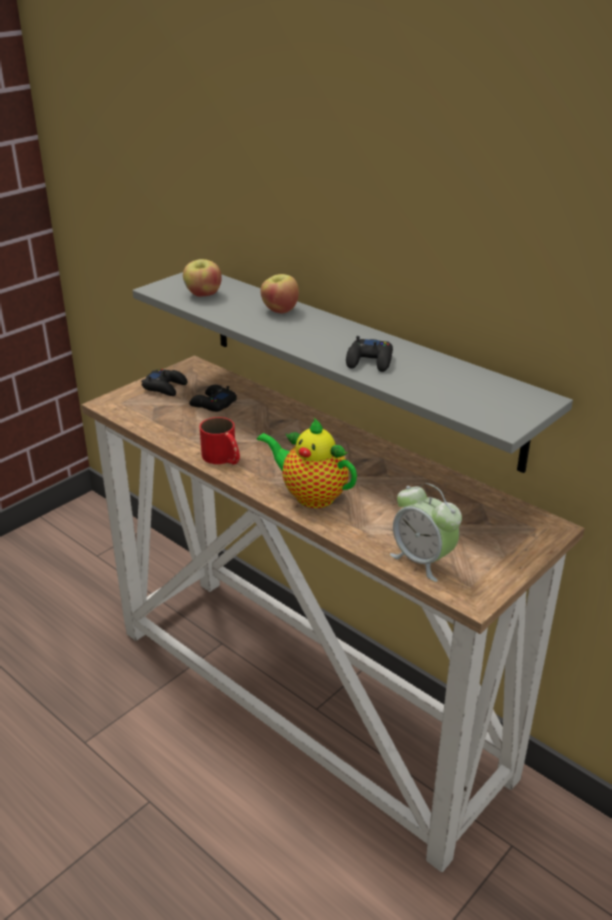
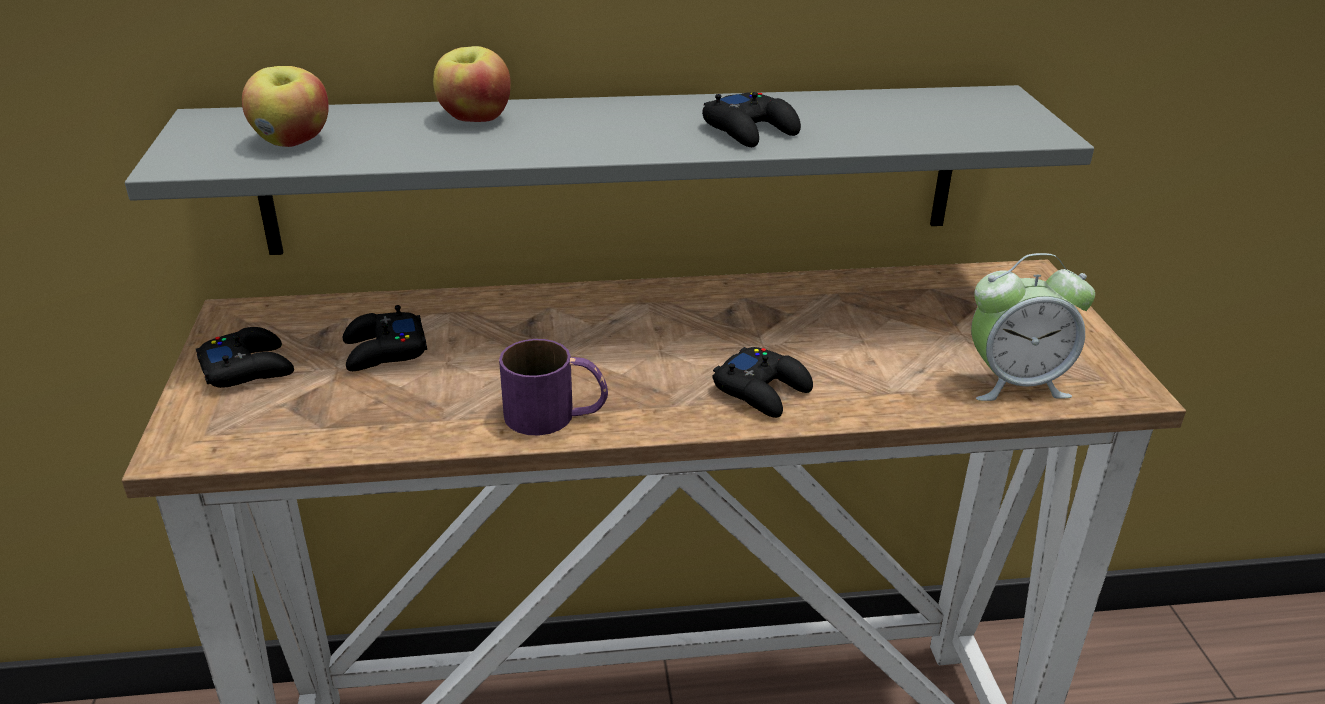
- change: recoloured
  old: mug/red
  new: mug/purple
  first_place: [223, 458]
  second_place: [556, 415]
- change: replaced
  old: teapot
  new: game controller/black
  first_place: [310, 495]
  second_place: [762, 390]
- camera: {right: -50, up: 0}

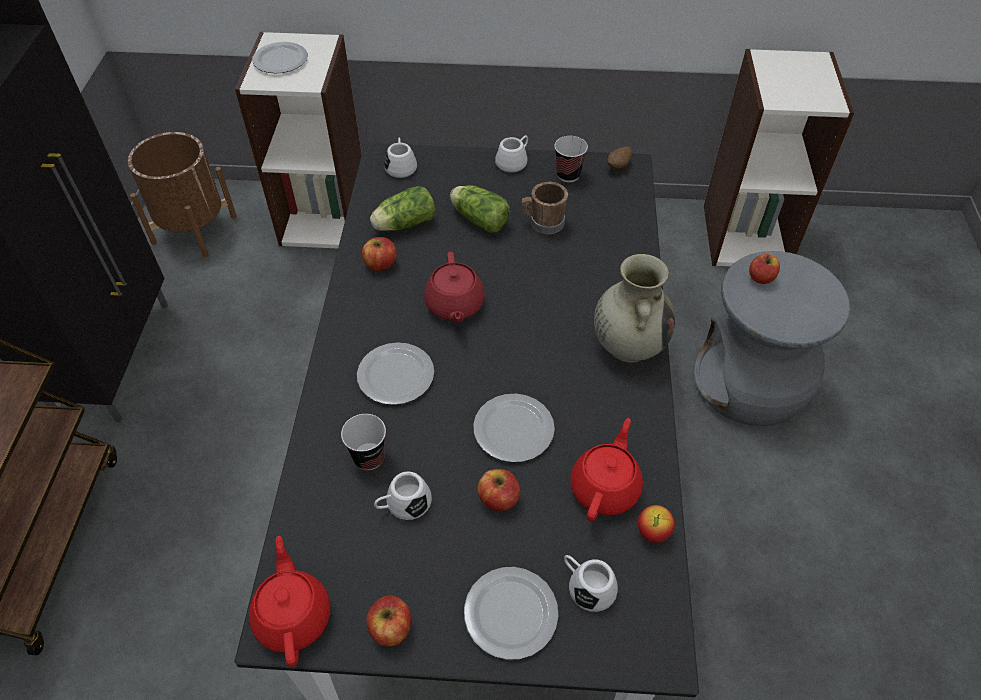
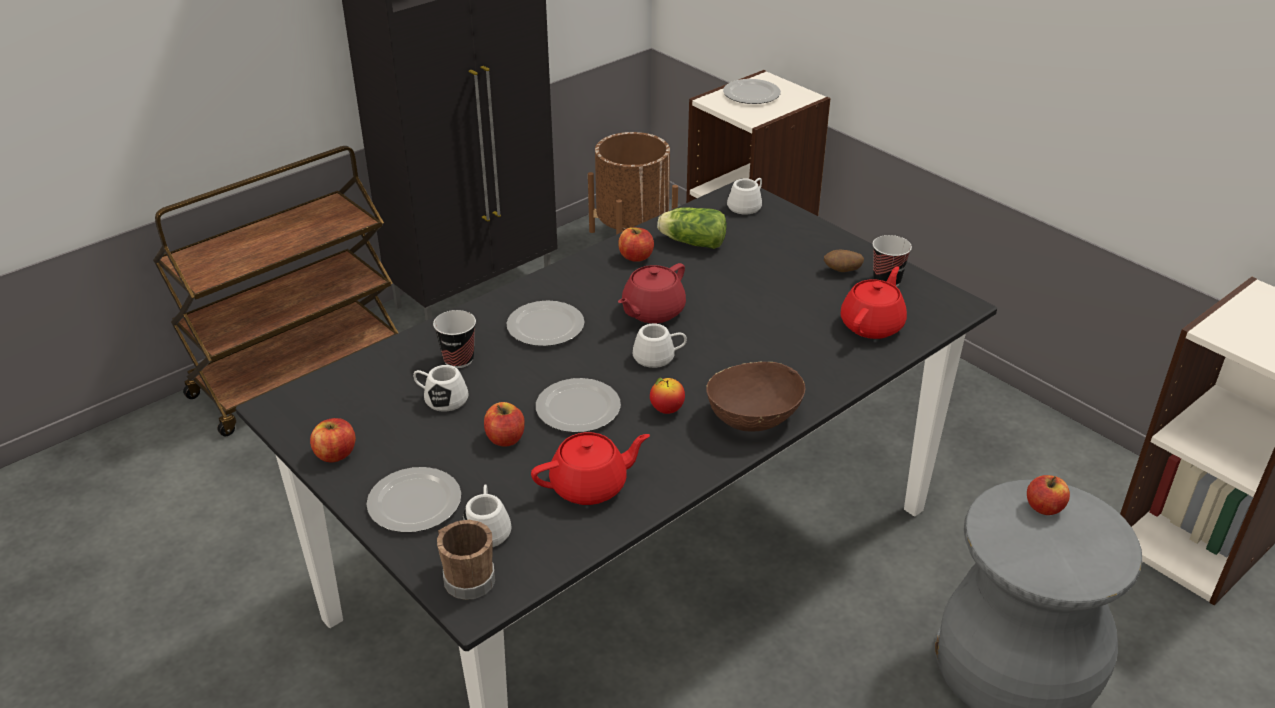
- change: moved
  old: teapot/red
  first_place: [293, 615]
  second_place: [872, 325]
- change: removed
  old: lettuce
  first_place: [478, 218]
- change: moved
  old: mug/white
  first_place: [514, 161]
  second_place: [659, 356]
- change: moved
  old: mug/brown
  first_place: [543, 223]
  second_place: [465, 577]
- change: replaced
  old: vase/beige
  new: bowl/brown
  first_place: [628, 345]
  second_place: [753, 417]
- change: moved
  old: potato
  first_place: [618, 166]
  second_place: [842, 271]
- change: moved
  old: apple
  first_place: [652, 532]
  second_place: [667, 410]
- camera: {right: 45, up: -15}

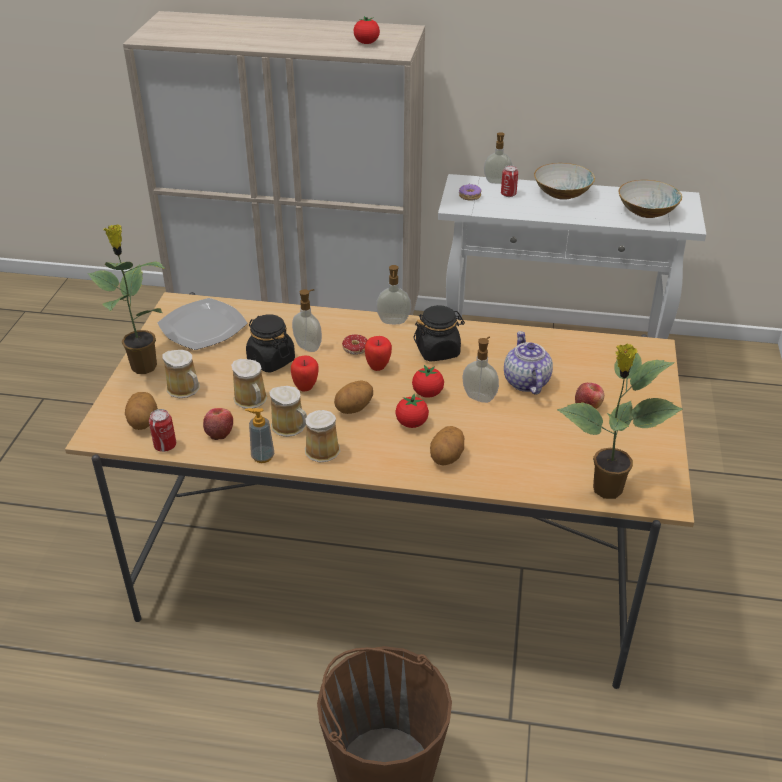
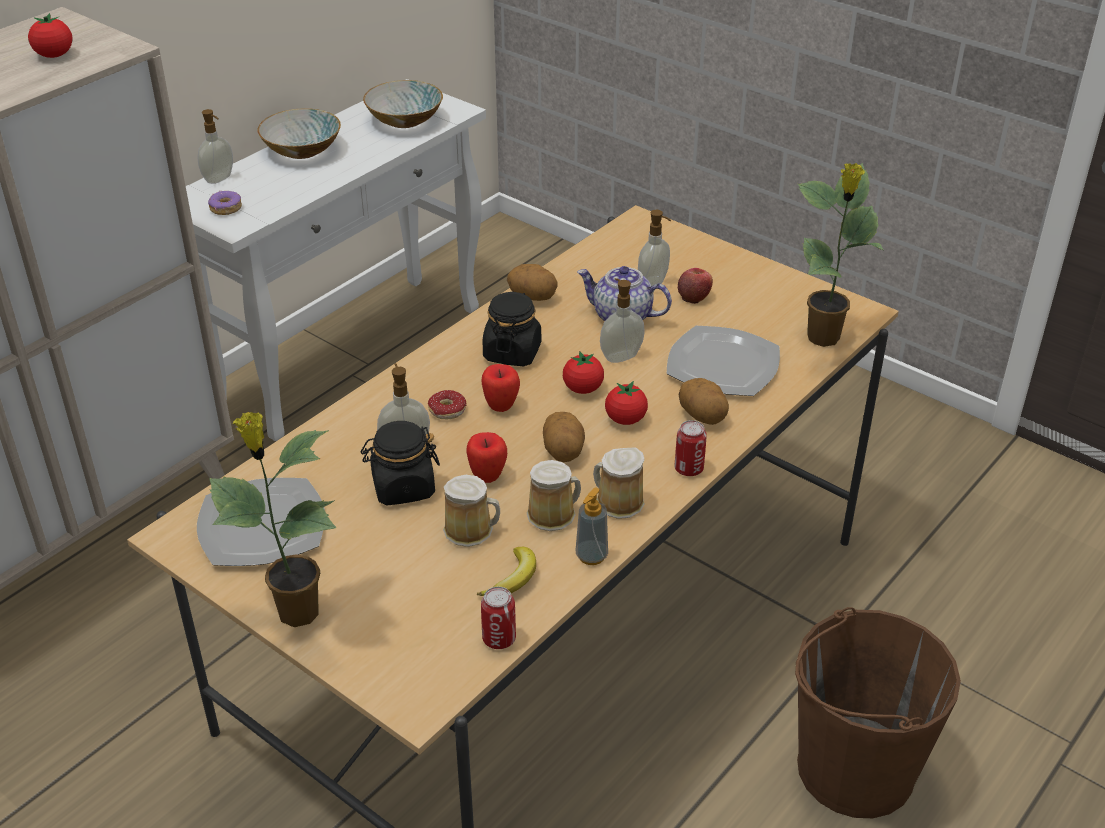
- change: moved
  old: potato
  first_place: [144, 422]
  second_place: [532, 297]
- change: removed
  old: mug
  first_place: [185, 389]
- change: replaced
  old: apple
  new: banana
  first_place: [219, 432]
  second_place: [513, 579]
- change: moved
  old: soap dispenser
  first_place: [393, 322]
  second_place: [654, 284]
- change: moved
  old: can
  first_place: [508, 194]
  second_place: [688, 469]
- change: added
  new: plate
  second_place: [721, 365]
- camera: {right: -60, up: 0}

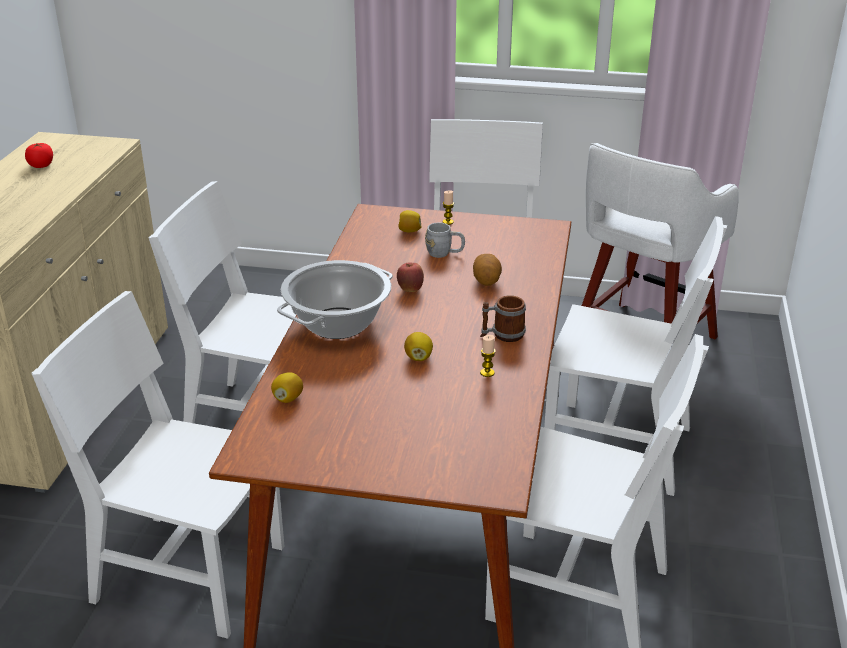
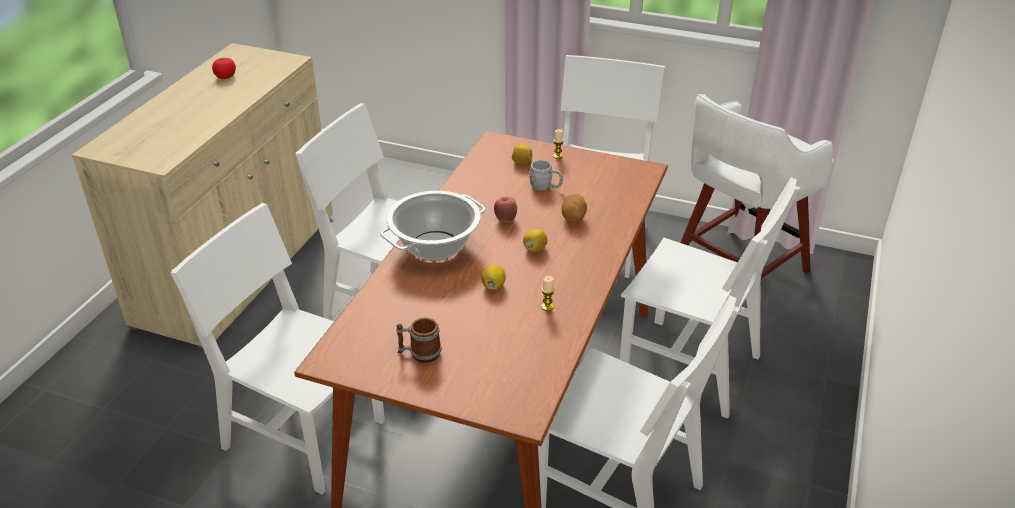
- change: moved
  old: lemon
  first_place: [288, 398]
  second_place: [535, 249]
- change: moved
  old: mug
  first_place: [502, 335]
  second_place: [419, 353]
- camera: {right: 10, up: 5}

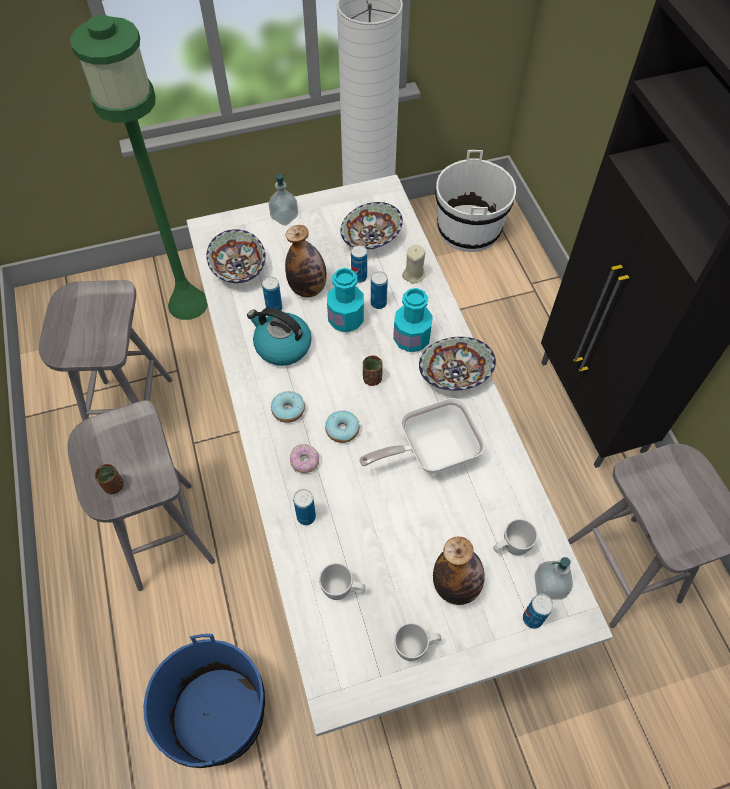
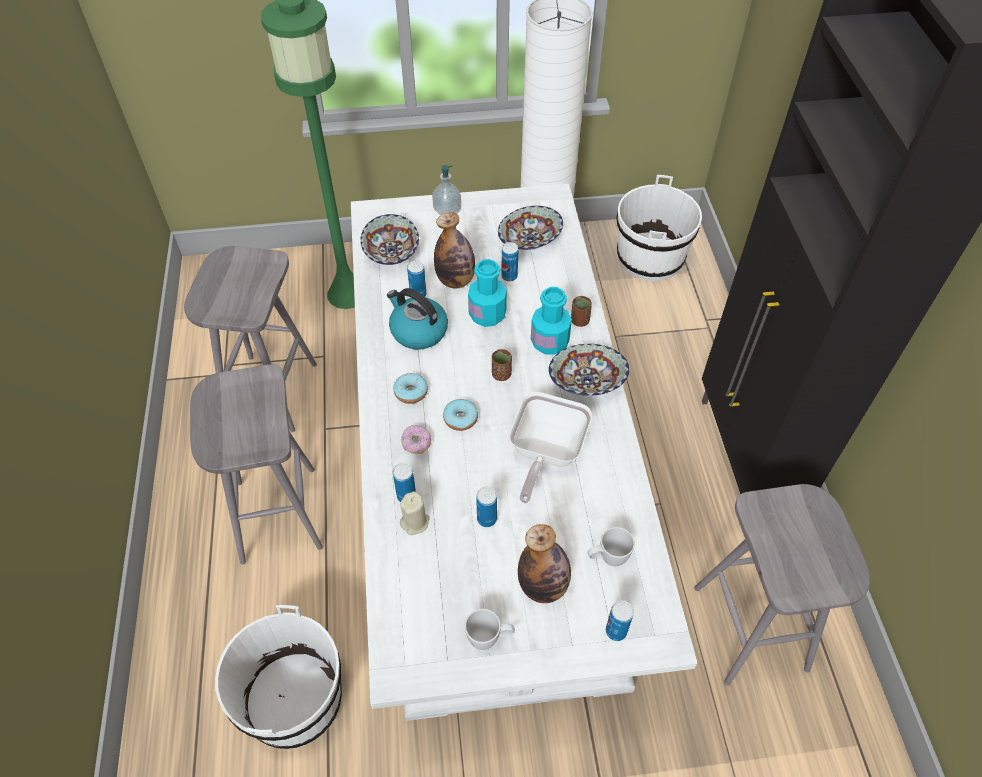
- change: moved
  old: cup/brown
  first_place: [113, 486]
  second_place: [579, 321]
- change: recoloured
  old: bucket/blue
  new: bucket/white
  first_place: [218, 715]
  second_place: [294, 700]
- change: removed
  old: mug/white
  first_place: [343, 590]
- change: turned
  old: frying pan
  first_place: [430, 452]
  second_place: [545, 453]
  degrees: -60
- change: moved
  old: can
  first_place: [378, 303]
  second_place: [486, 519]
- change: moved
  old: candle/beige
  first_place: [413, 274]
  second_place: [415, 522]
- change: removed
  old: soap dispenser
  first_place: [549, 586]
- camera: {right: 10, up: -5}

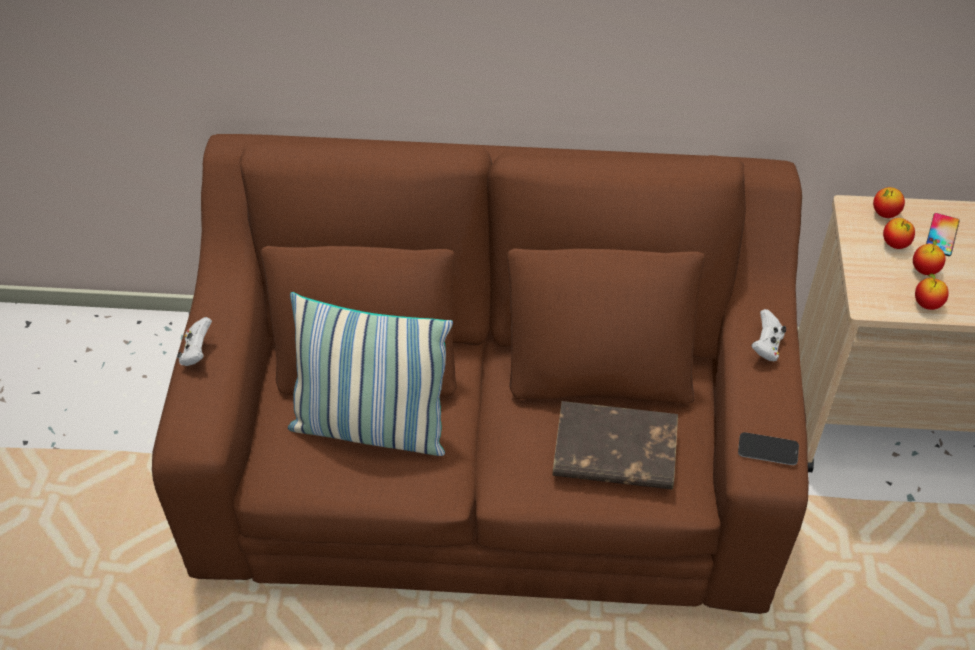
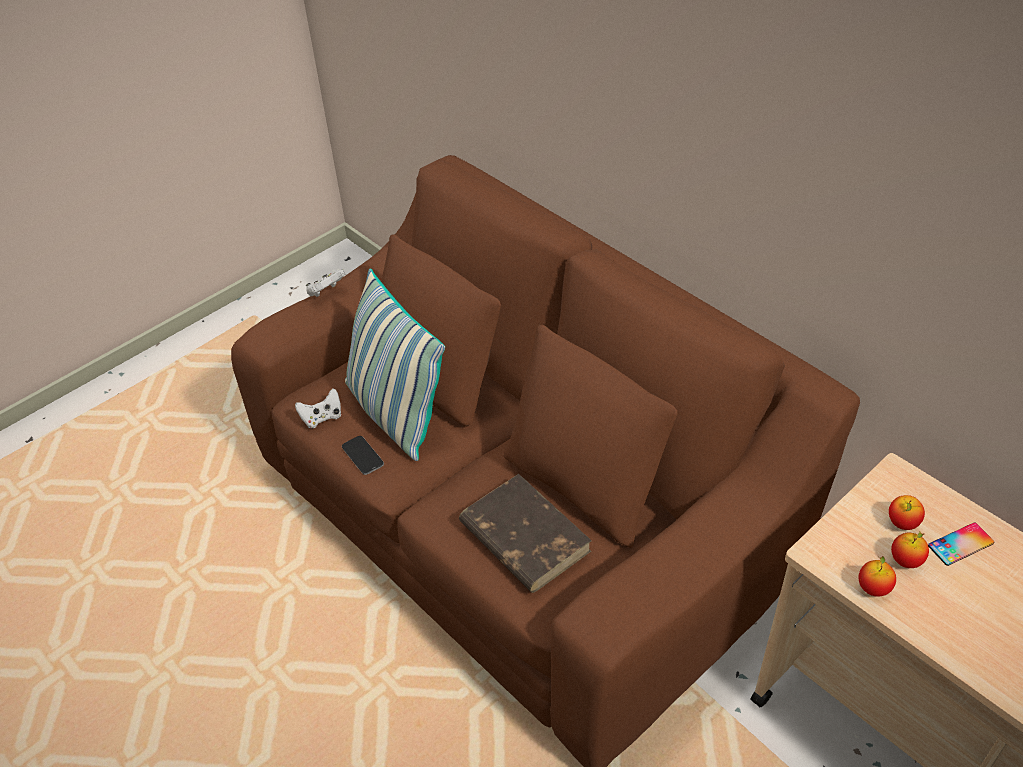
- change: moved
  old: phone
  first_place: [768, 450]
  second_place: [362, 456]
- change: moved
  old: game controller/white
  first_place: [766, 346]
  second_place: [322, 418]
- change: removed
  old: apple
  first_place: [885, 213]
- camera: {right: 45, up: -5}

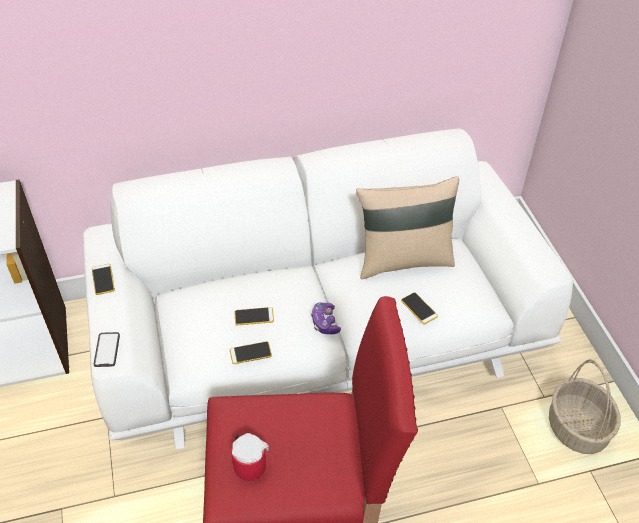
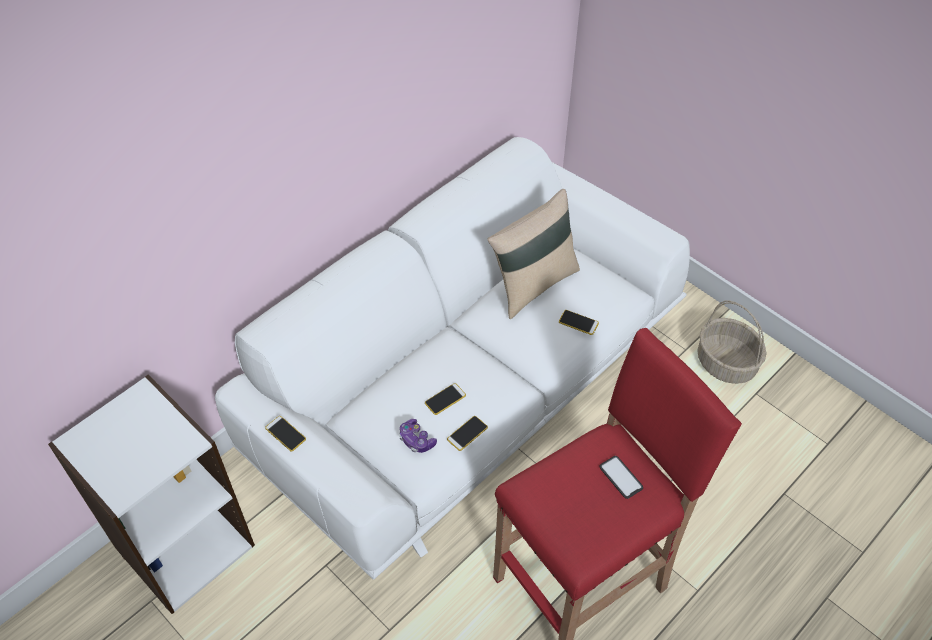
- change: moved
  old: phone
  first_place: [107, 350]
  second_place: [621, 477]
- change: removed
  old: mug
  first_place: [249, 462]
- change: moved
  old: game controller
  first_place: [325, 323]
  second_place: [416, 440]
- camera: {right: -30, up: 5}

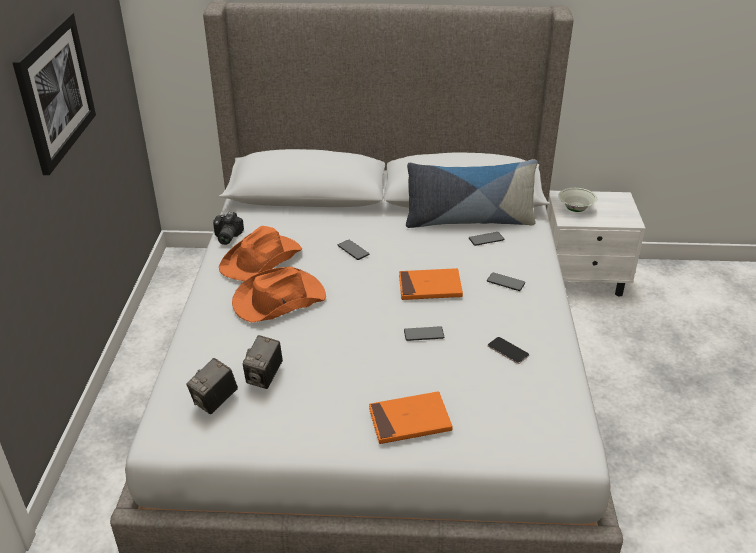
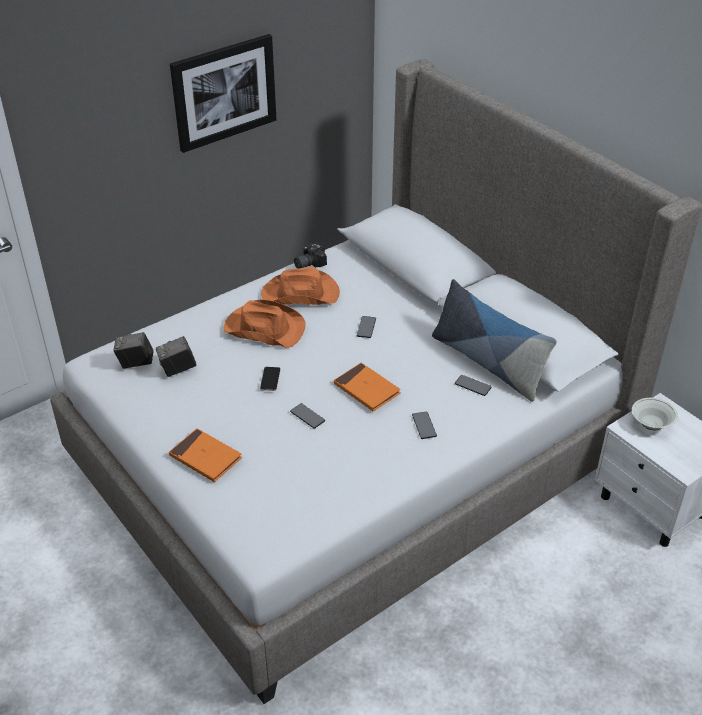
- change: moved
  old: phone
  first_place: [508, 351]
  second_place: [270, 379]
- camera: {right: 50, up: 5}

